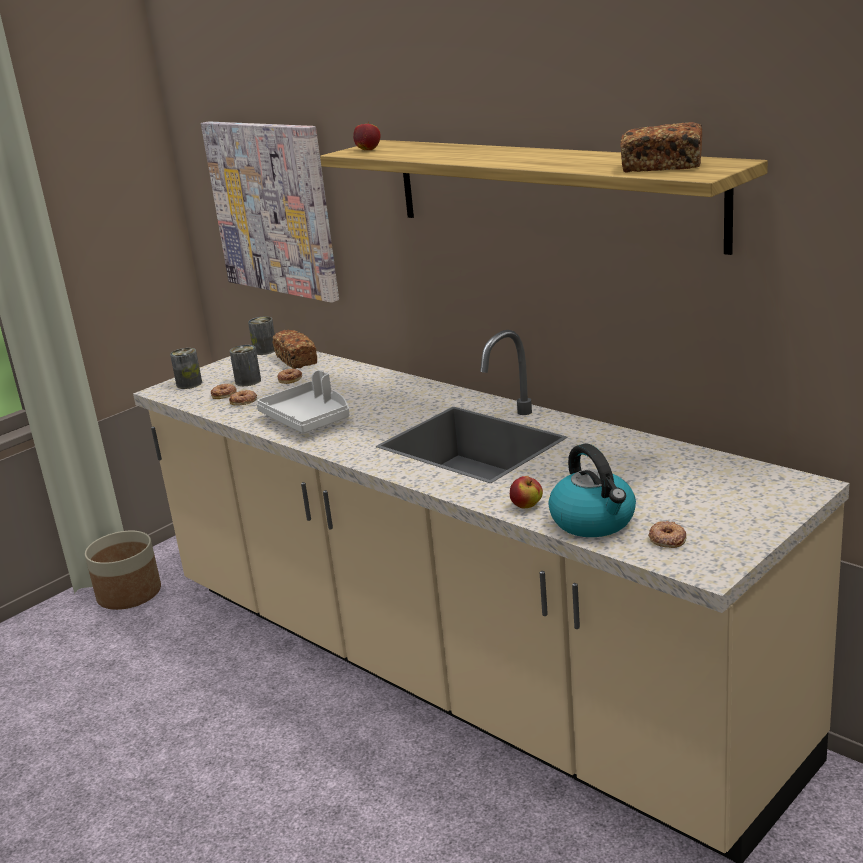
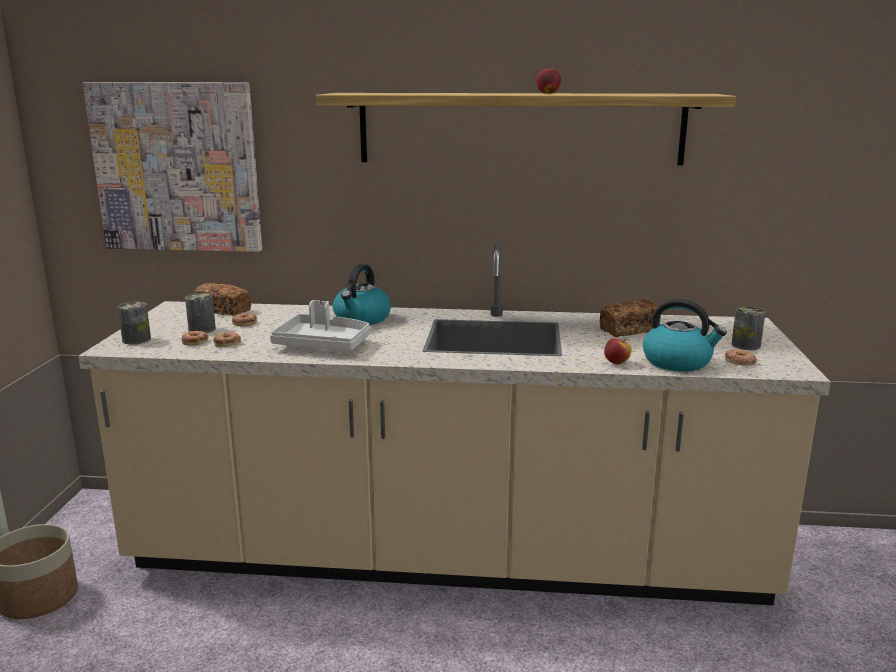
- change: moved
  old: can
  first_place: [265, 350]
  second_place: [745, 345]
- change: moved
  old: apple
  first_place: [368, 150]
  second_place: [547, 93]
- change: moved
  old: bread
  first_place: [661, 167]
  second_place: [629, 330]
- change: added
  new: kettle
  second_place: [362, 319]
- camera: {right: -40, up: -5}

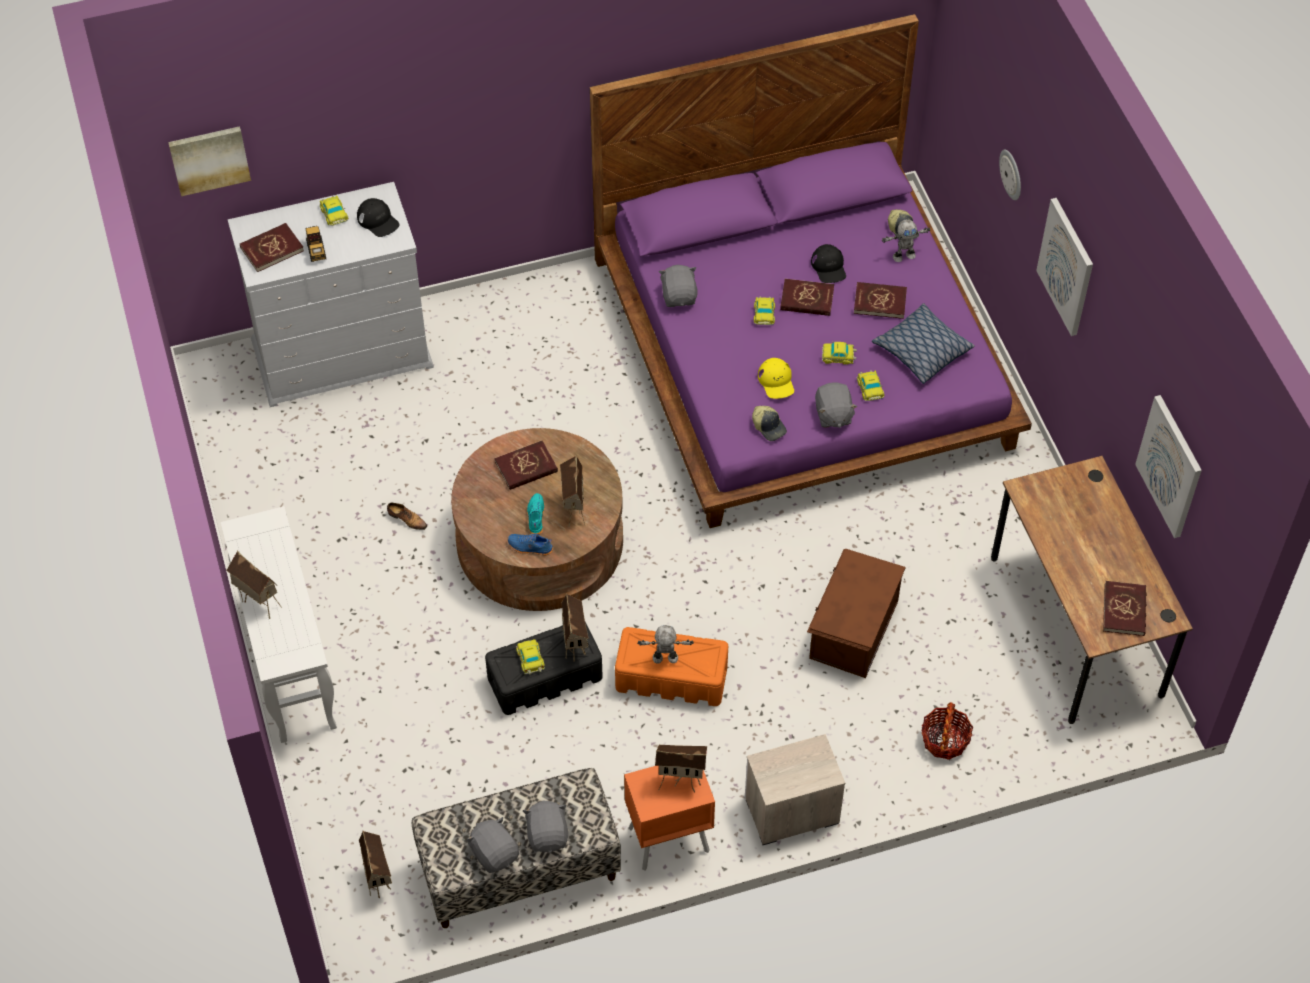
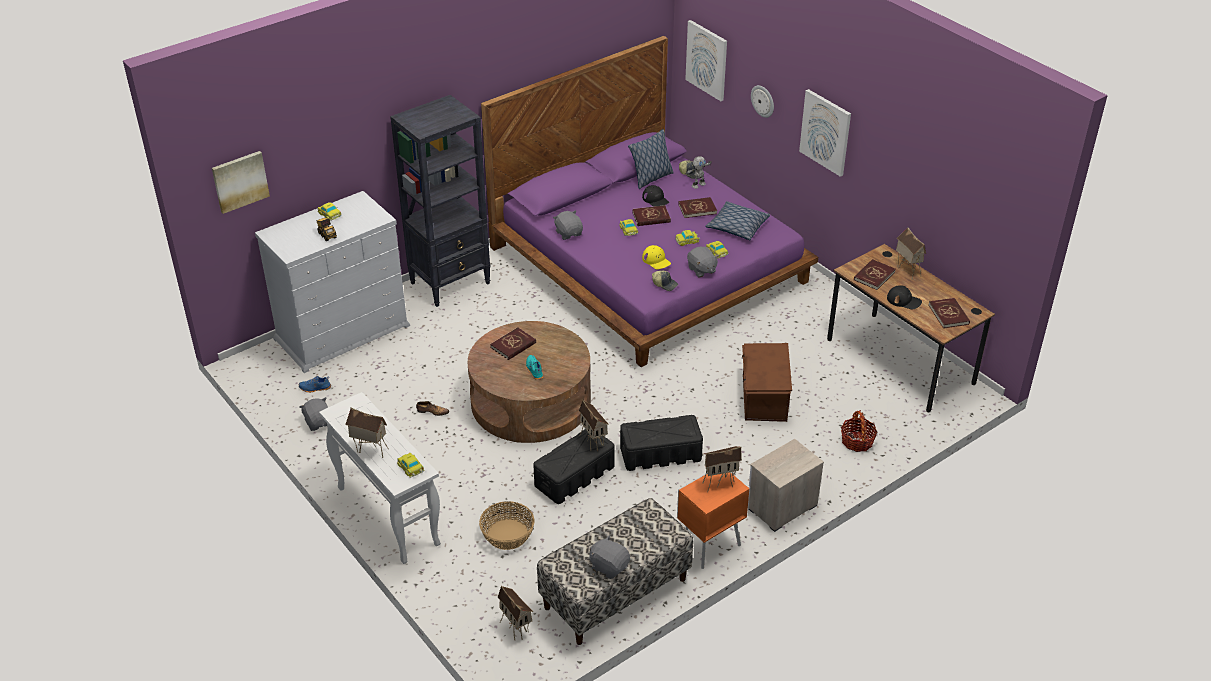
- change: moved
  old: book/red
  first_place: [272, 249]
  second_place: [874, 276]
- change: moved
  old: cap/black
  first_place: [378, 220]
  second_place: [904, 300]
- change: moved
  old: shoe/blue
  first_place: [530, 548]
  second_place: [315, 388]
- change: moved
  old: toy car
  first_place: [530, 659]
  second_place: [411, 468]
- change: moved
  old: plush toy/grey
  first_place: [548, 835]
  second_place: [319, 422]
- change: moved
  old: toy house
  first_place: [573, 509]
  second_place: [907, 271]
- change: recoloured
  old: storage box/orange
  new: storage box/black
  first_place: [670, 678]
  second_place: [660, 454]
- change: removed
  old: toy robot
  first_place: [665, 659]
- change: moved
  old: picture
  first_place: [1170, 466]
  second_place: [707, 60]
- change: added
  new: bookcase/black
  second_place: [451, 283]
- change: added
  new: basket
  second_place: [507, 535]
- change: added
  new: pillow
  second_place: [651, 178]
- camera: {right: -20, up: -15}

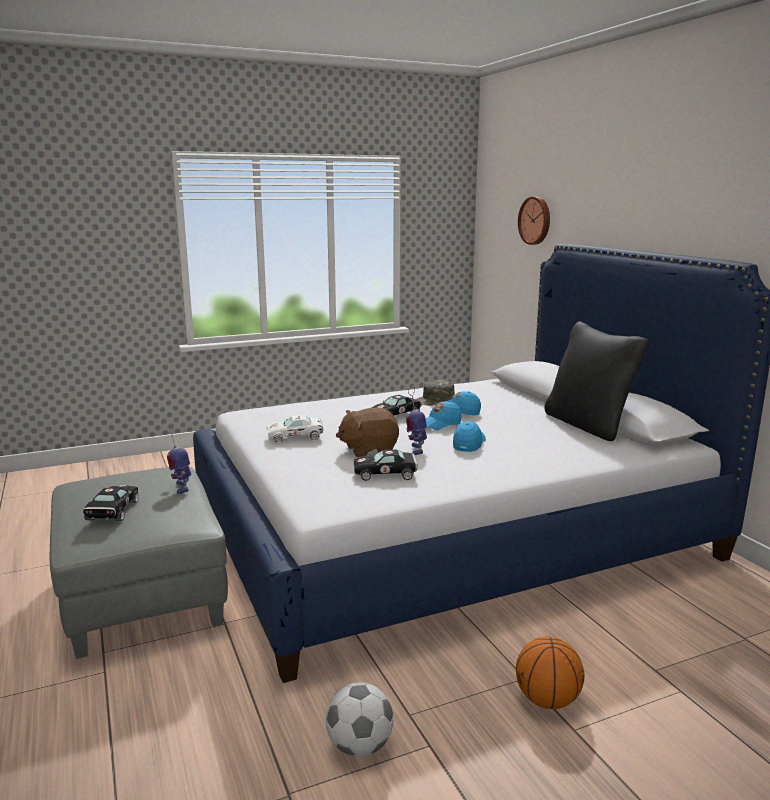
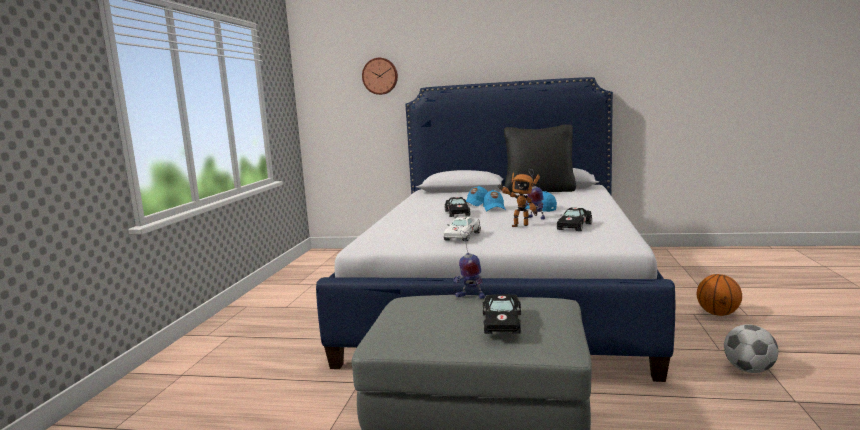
- change: turned
  old: toy car/black
  first_place: [112, 512]
  second_place: [502, 322]
  degrees: -120
- change: replaced
  old: plush toy/brown
  new: toy robot
  first_place: [368, 449]
  second_place: [519, 225]
- change: removed
  old: cap/green
  first_place: [434, 399]
- camera: {right: -55, up: -5}

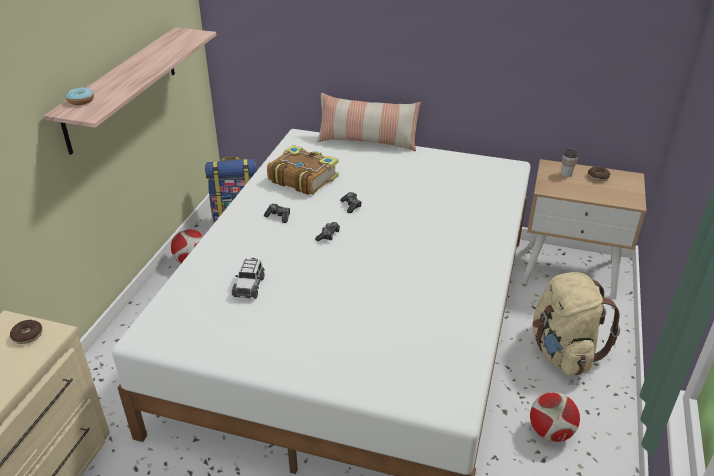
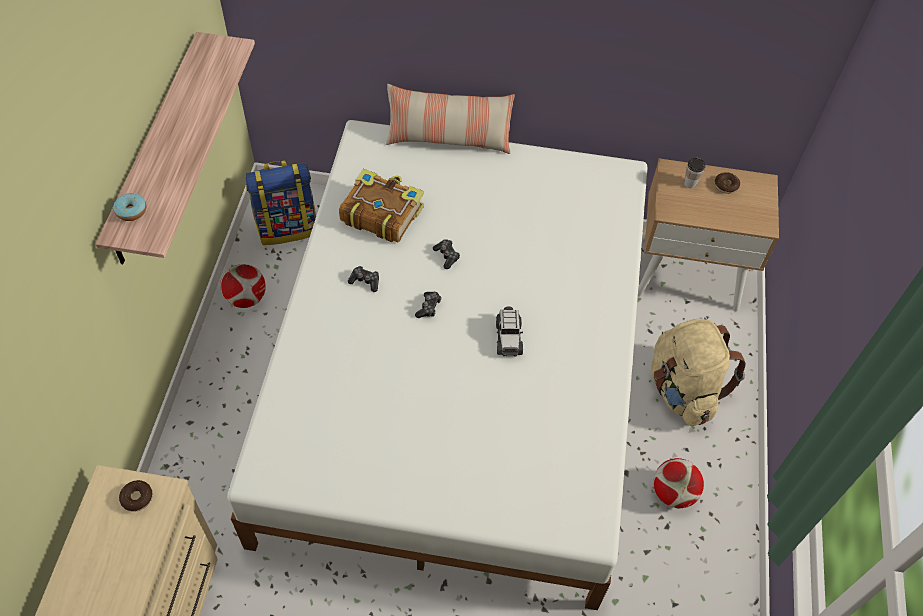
- change: moved
  old: toy car
  first_place: [249, 286]
  second_place: [508, 337]
- camera: {right: -10, up: 20}

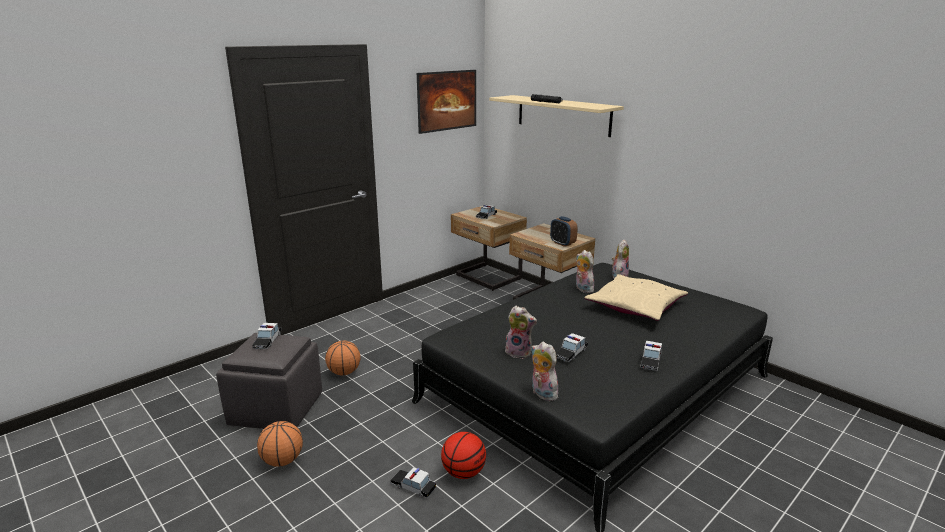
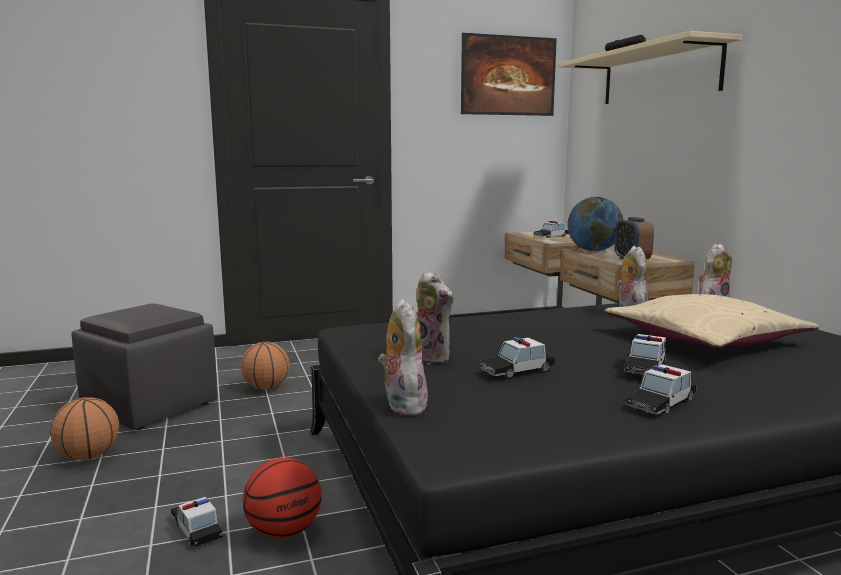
- change: moved
  old: toy car
  first_place: [267, 341]
  second_place: [645, 367]
- change: added
  new: globe
  second_place: [593, 251]
- camera: {right: 25, up: -10}

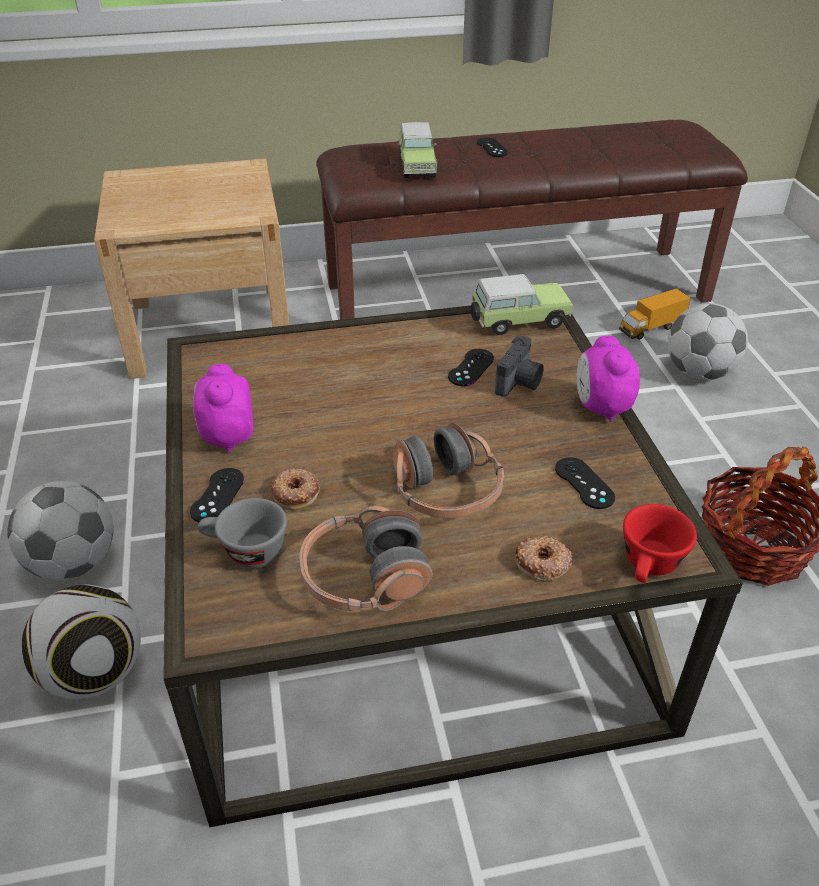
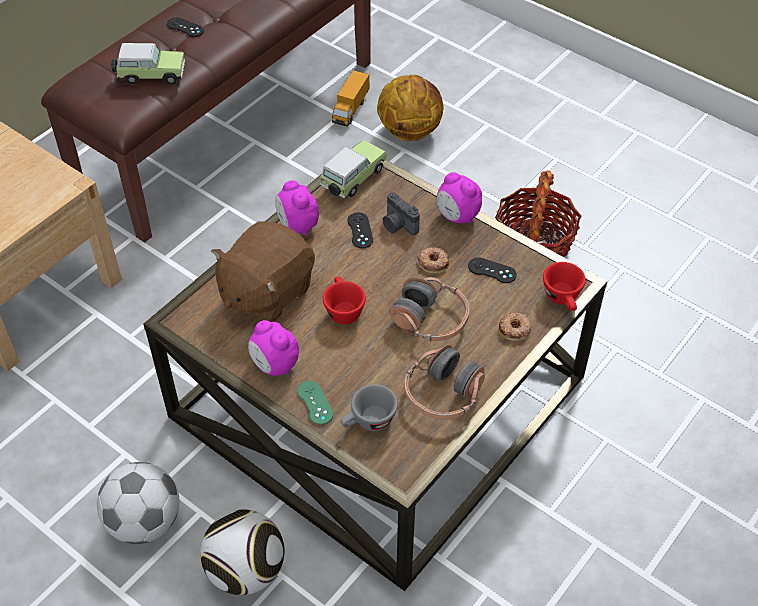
- change: recoloured
  old: game controller/black
  new: game controller/green
  first_place: [217, 495]
  second_place: [315, 402]
- change: moved
  old: donut
  first_place: [296, 492]
  second_place: [433, 262]
- change: turned
  old: toy car
  first_place: [417, 166]
  second_place: [150, 75]
  degrees: -45
- change: turned
  old: photo camera
  first_place: [519, 383]
  second_place: [398, 225]
  degrees: 150
- change: replaced
  old: football
  new: basketball
  first_place: [699, 372]
  second_place: [410, 131]
- change: added
  new: plush toy/brown
  second_place: [266, 292]
- change: added
  new: alarm clock
  second_place: [297, 226]
- change: added
  new: cup/red
  second_place: [342, 309]
- camera: {right: -40, up: 10}

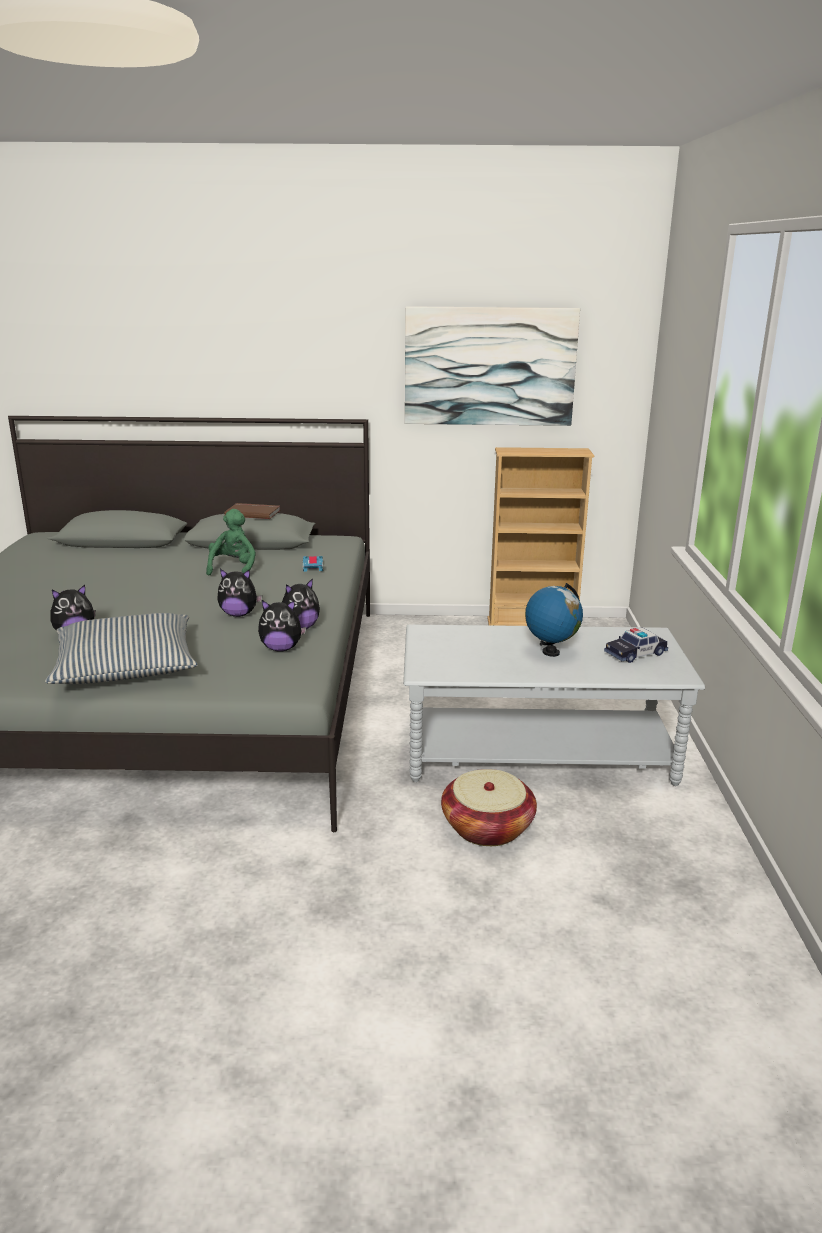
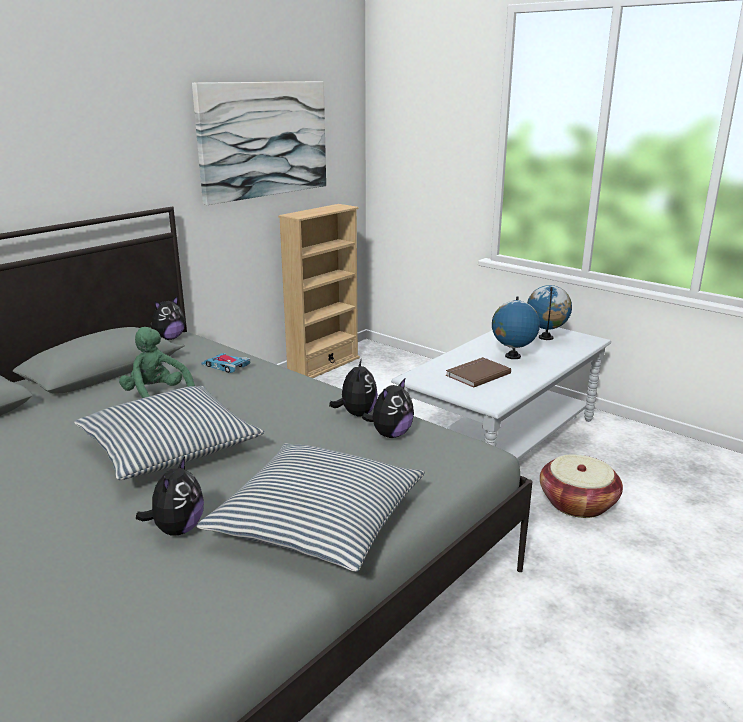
- change: moved
  old: plush toy
  first_place: [239, 614]
  second_place: [169, 338]
- change: moved
  old: book/brown
  first_place: [253, 513]
  second_place: [476, 374]
- change: replaced
  old: toy car
  new: globe
  first_place: [635, 653]
  second_place: [546, 338]
- change: added
  new: pillow
  second_place: [169, 447]
- camera: {right: -50, up: 0}

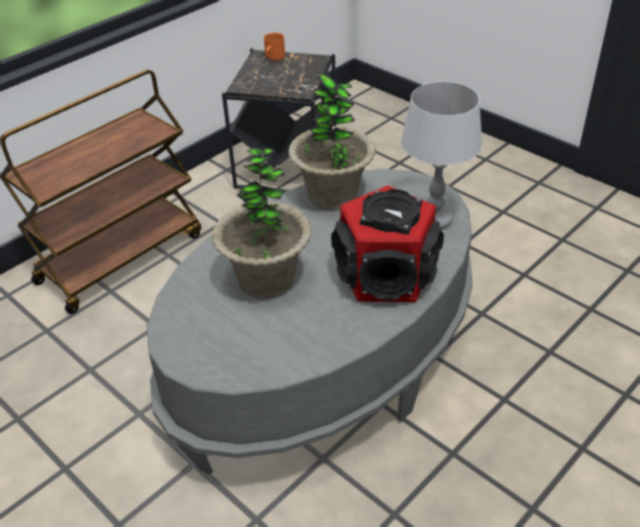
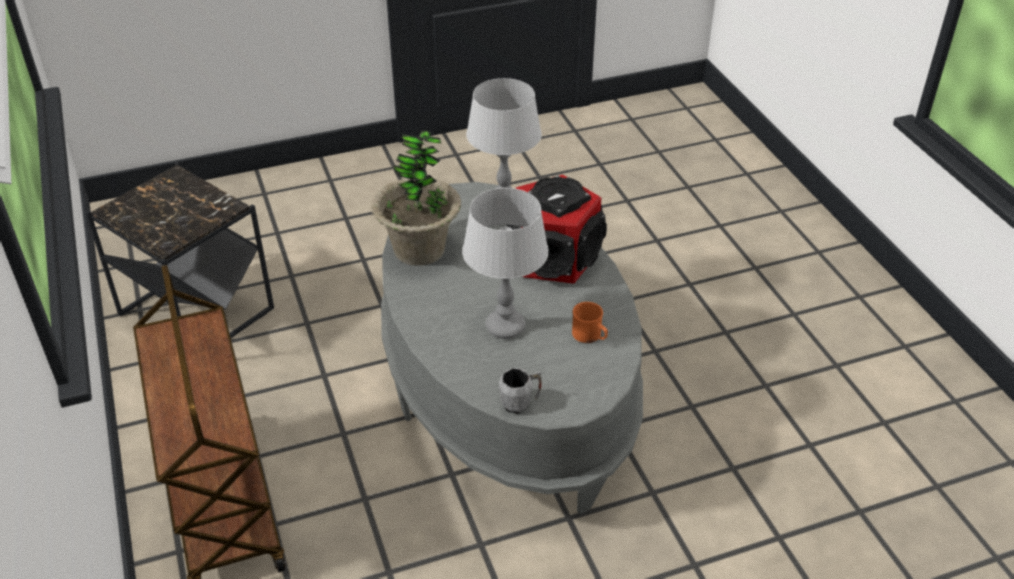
- change: replaced
  old: potted plant
  new: table lamp/grey
  first_place: [267, 280]
  second_place: [505, 327]
- change: moved
  old: mug/orange
  first_place: [273, 57]
  second_place: [590, 336]
- change: added
  new: mug/grey
  second_place: [520, 402]
- camera: {right: -65, up: 0}

